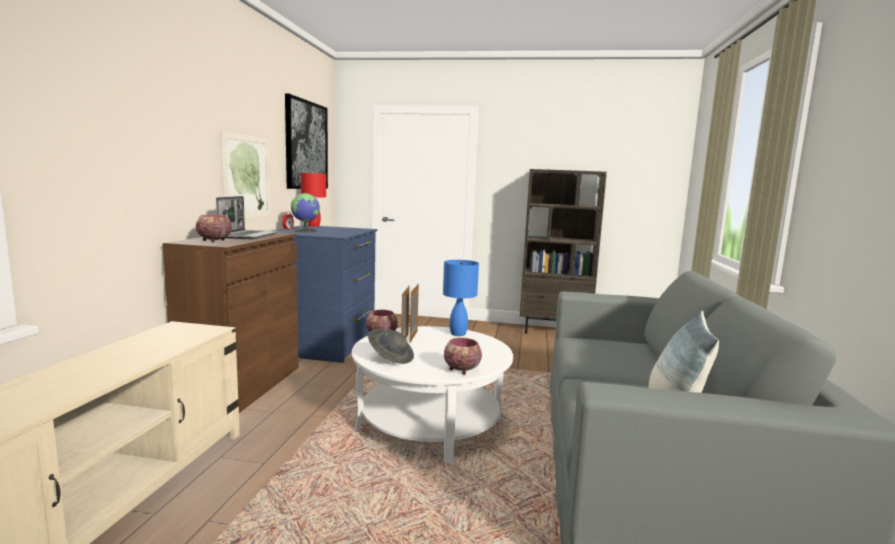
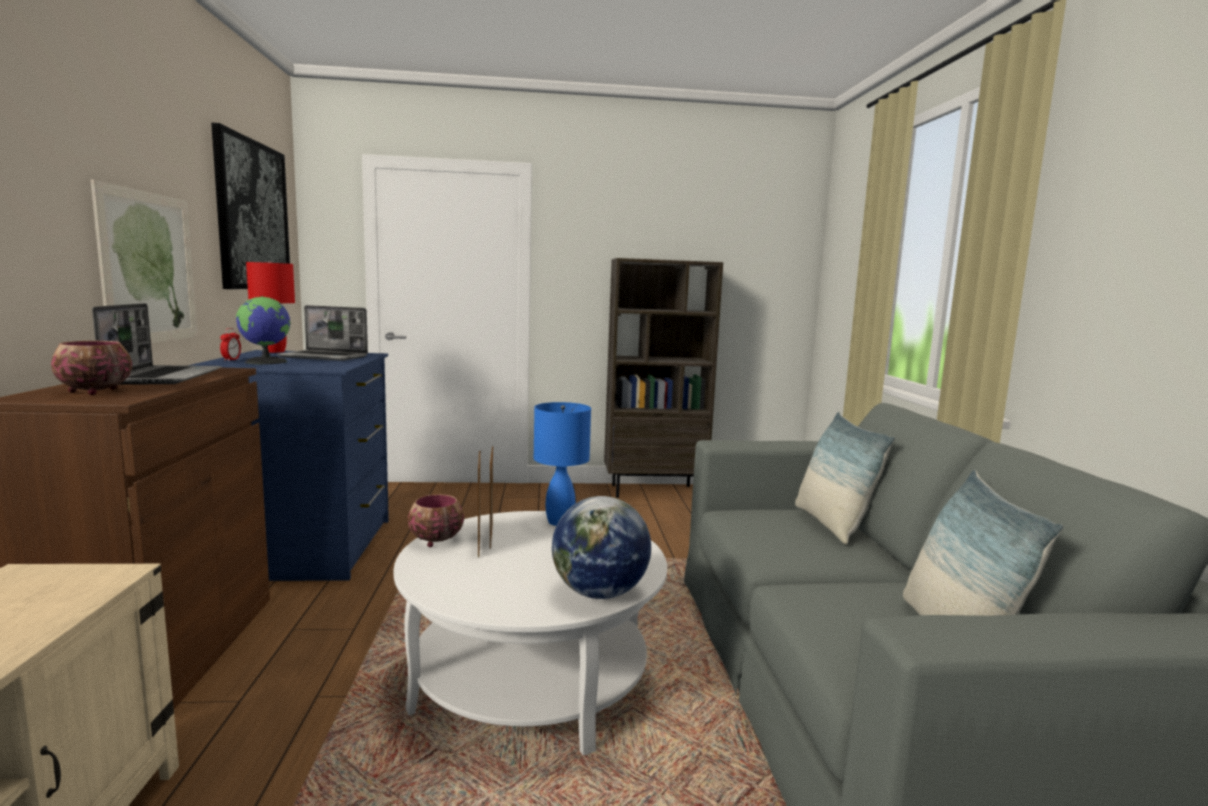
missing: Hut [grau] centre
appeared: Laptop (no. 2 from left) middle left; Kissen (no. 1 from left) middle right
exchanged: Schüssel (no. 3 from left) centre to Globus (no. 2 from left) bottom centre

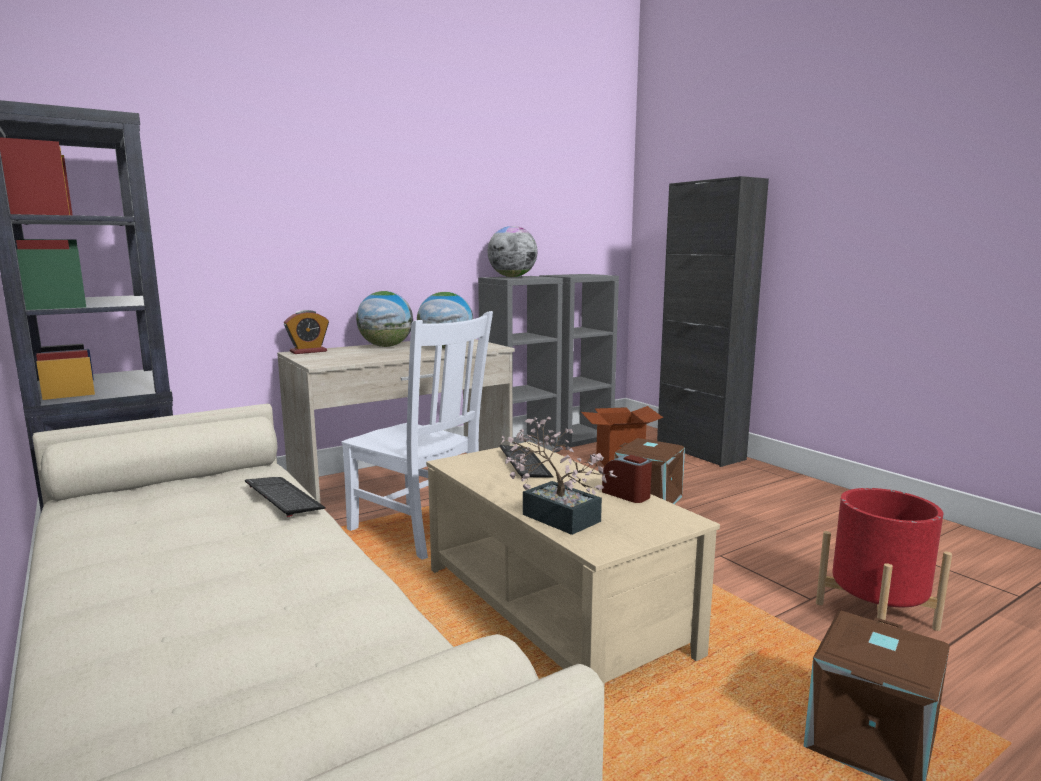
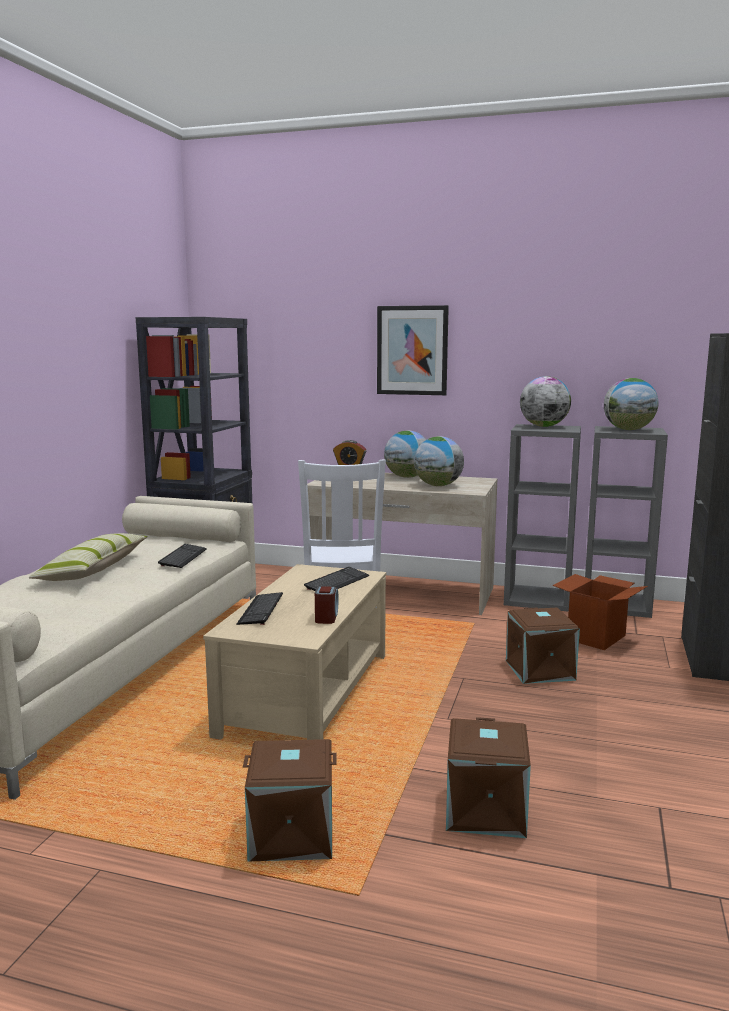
appeared: Bild centre; Globus (no. 4 from left) middle right; Kissen middle left
exchanged: Topfpflanze centre to Tastatur (no. 2 from left) centre; Pflanzkübel [rot] bottom right to Aufbewahrungsbox [braun] (no. 2 from left) bottom right

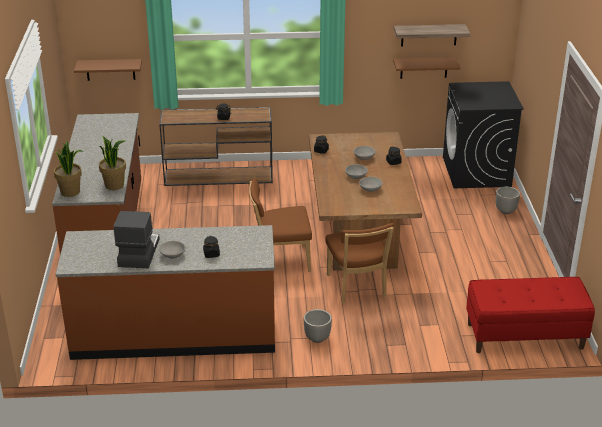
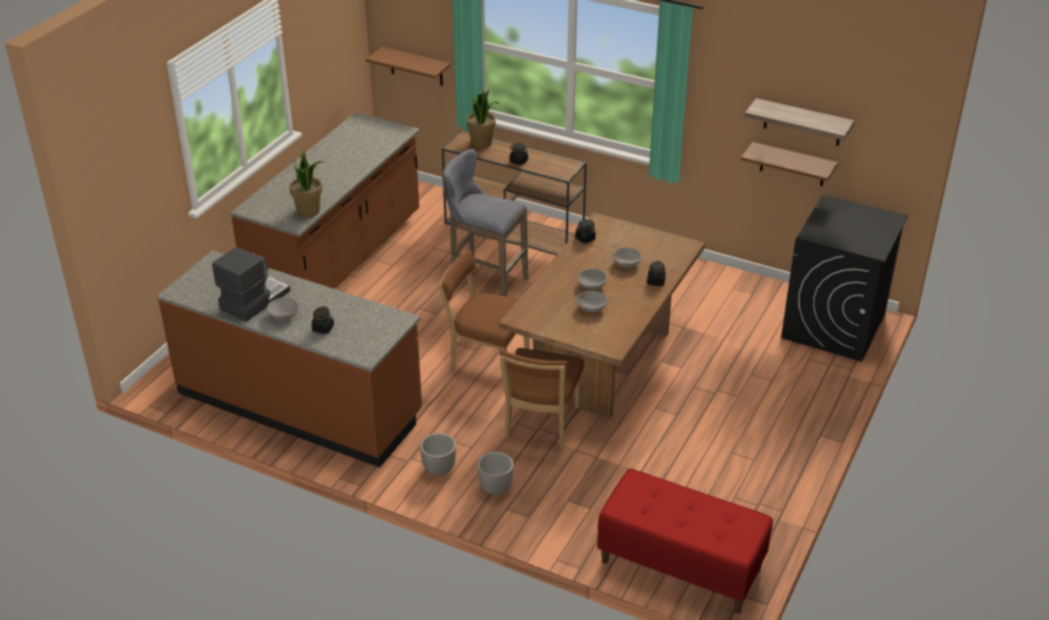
appeared: Hocker [grau] centre
relocated: Topfpflanze (no. 1 from left in the first image) middle left to Topfpflanze (no. 2 from left) top centre; Pflanzkübel (no. 2 from left) middle right to bottom centre

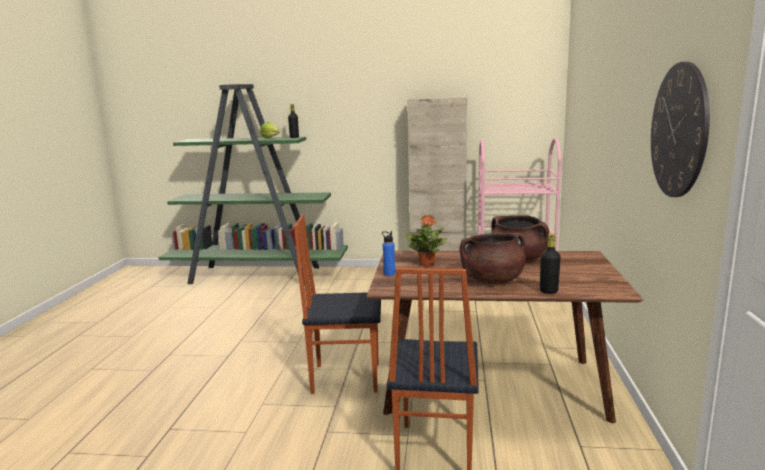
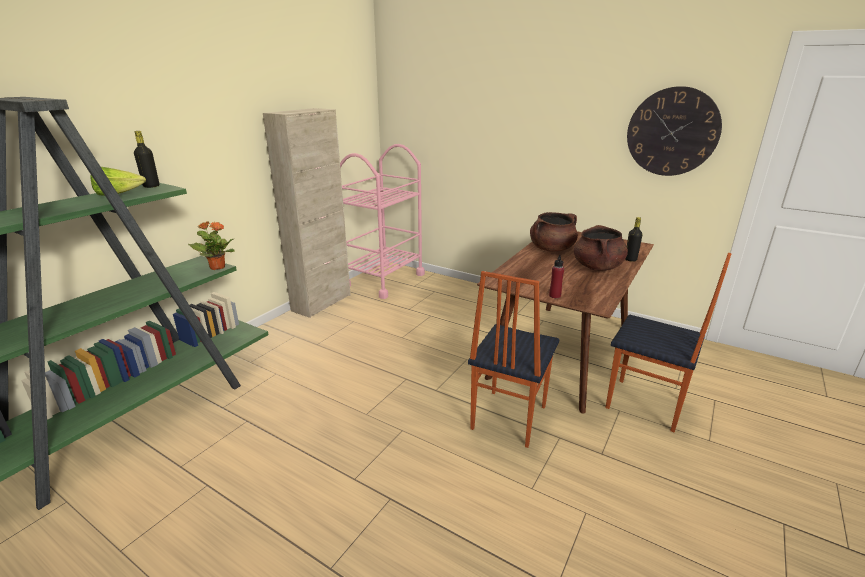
relocated: Topfpflanze centre to middle left
colour: Flasche [blau] centre to Flasche [rot] centre

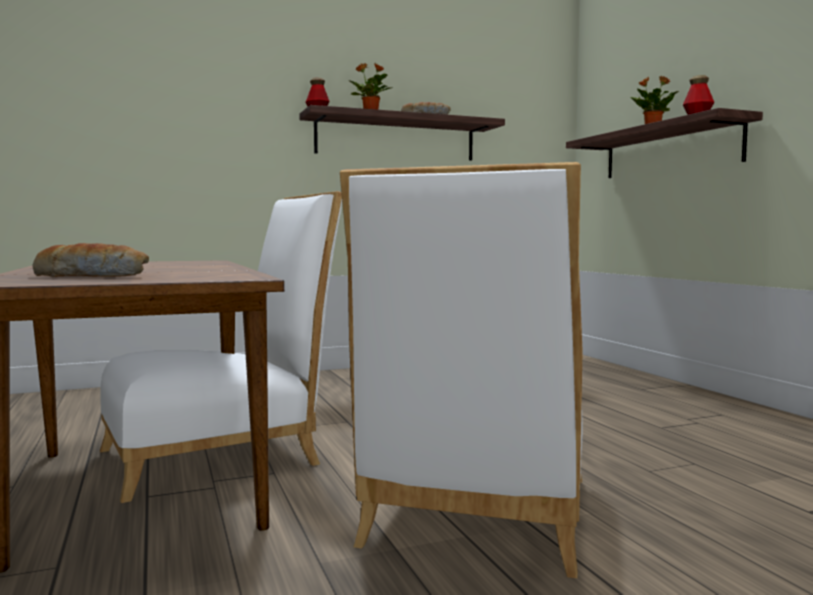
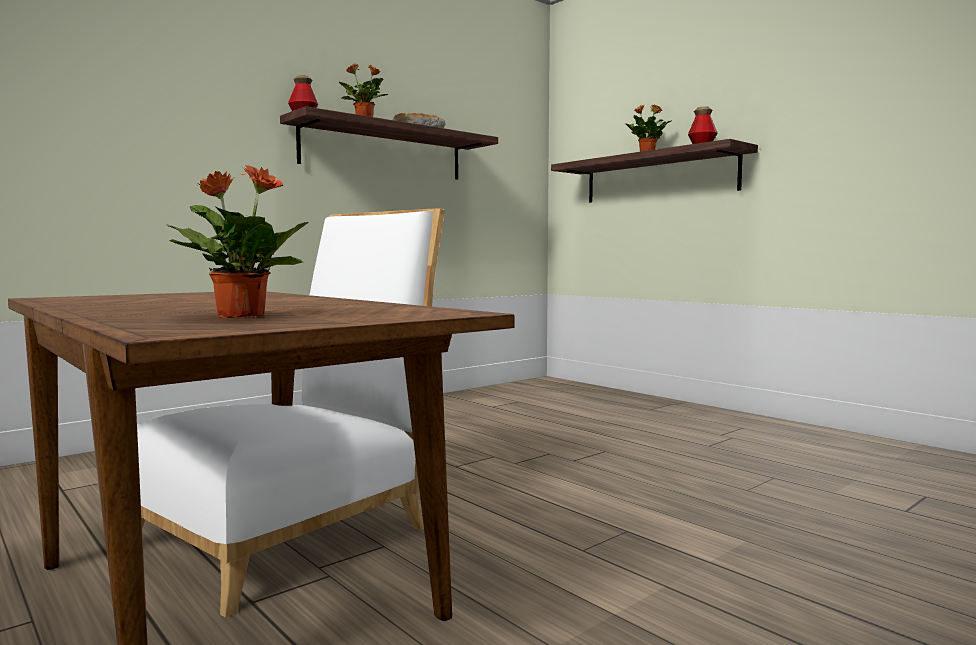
missing: Stuhl [weiß] (no. 2 from left) centre
exchanged: Brot (no. 1 from left) middle left to Topfpflanze (no. 1 from left) middle left

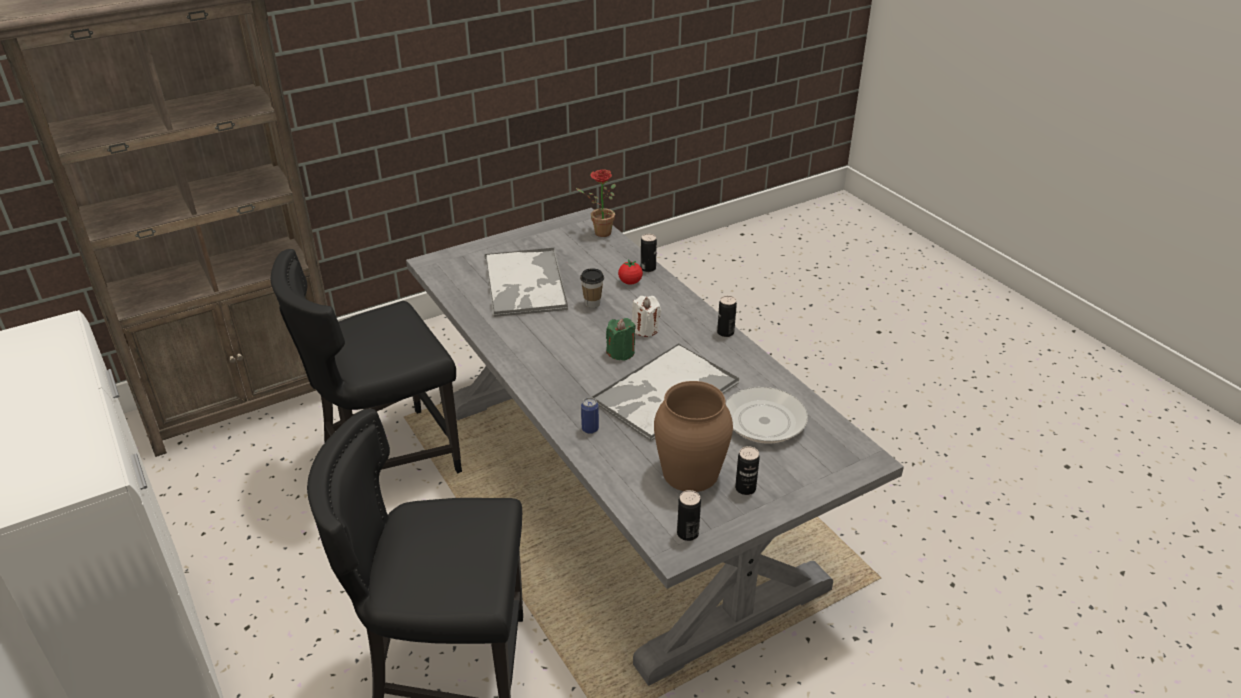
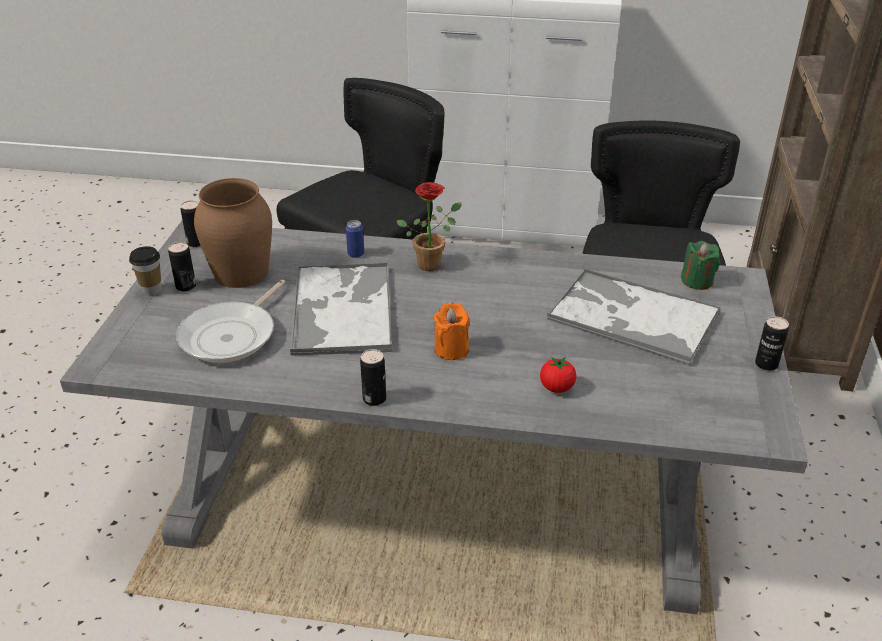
relocated: Topfpflanze top centre to centre; Dose (no. 2 from left in the first image) centre to Dose (no. 5 from left) middle right; Tasse centre to middle left; Kerze [grün] centre to middle right
colour: Kerze [weiß] centre to Kerze [orange] centre

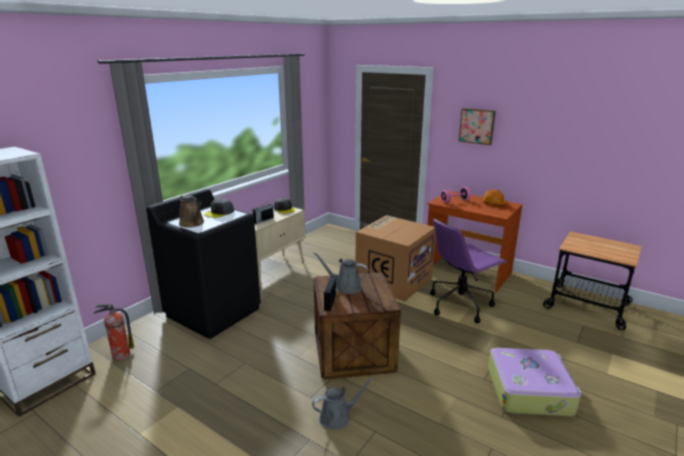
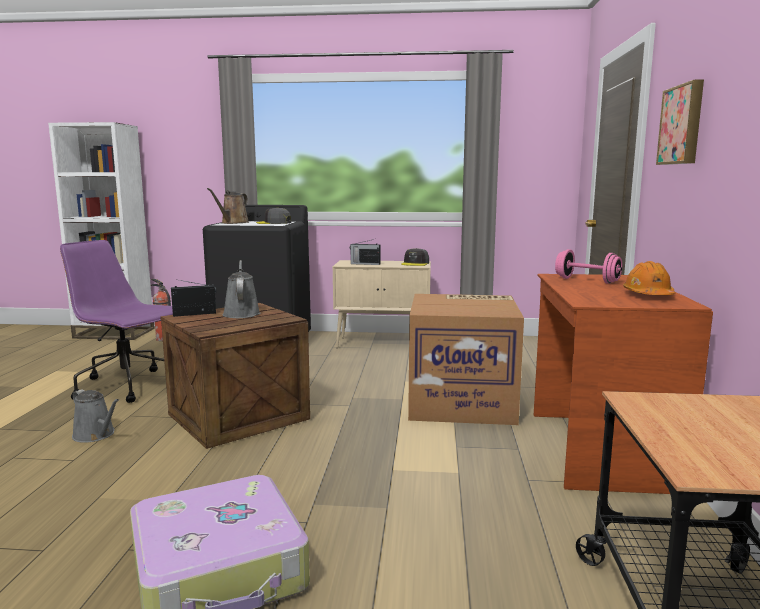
relocated: Bürostuhl [lila] middle right to middle left

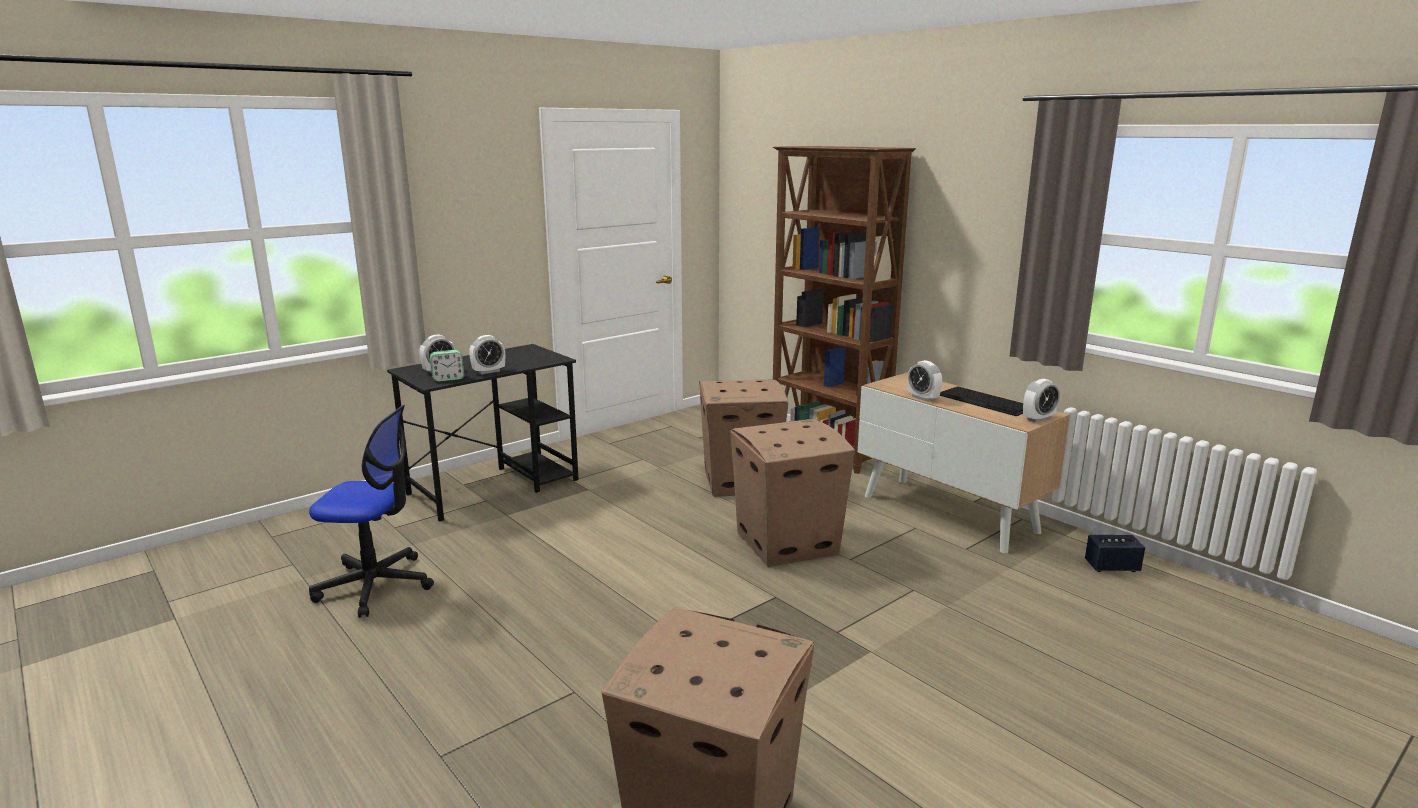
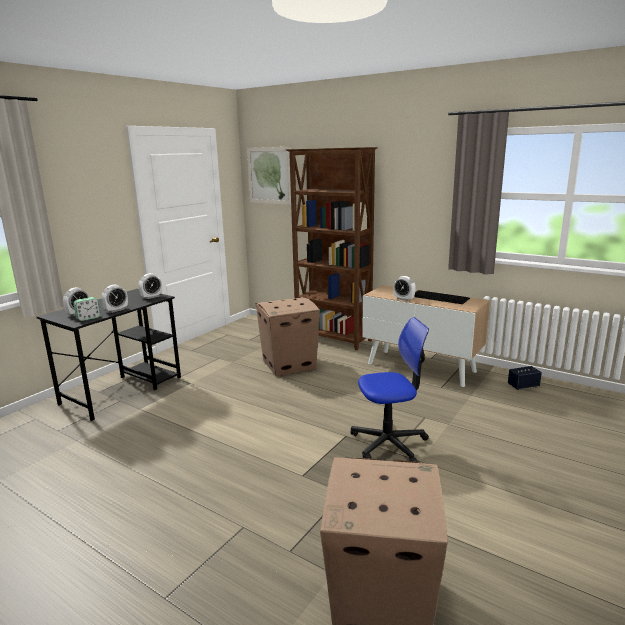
missing: Karton (no. 3 from left) centre
appeared: Bild top centre
relocated: Wecker (no. 5 from left in the first image) middle right to Wecker (no. 4 from left) middle left; Bürostuhl middle left to centre

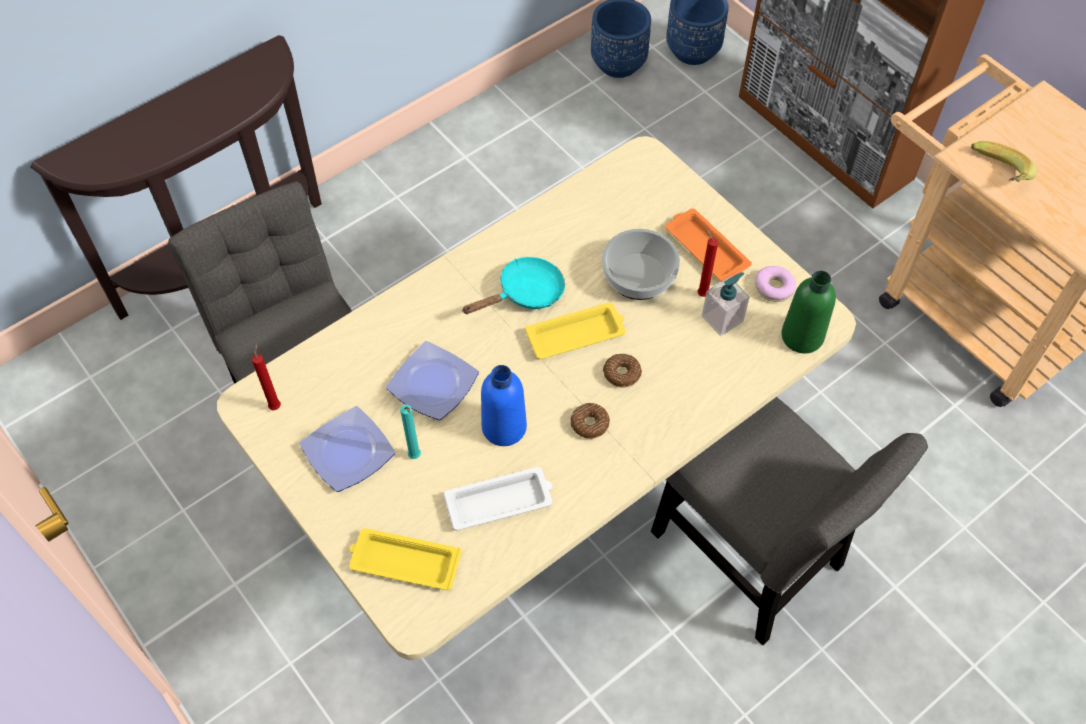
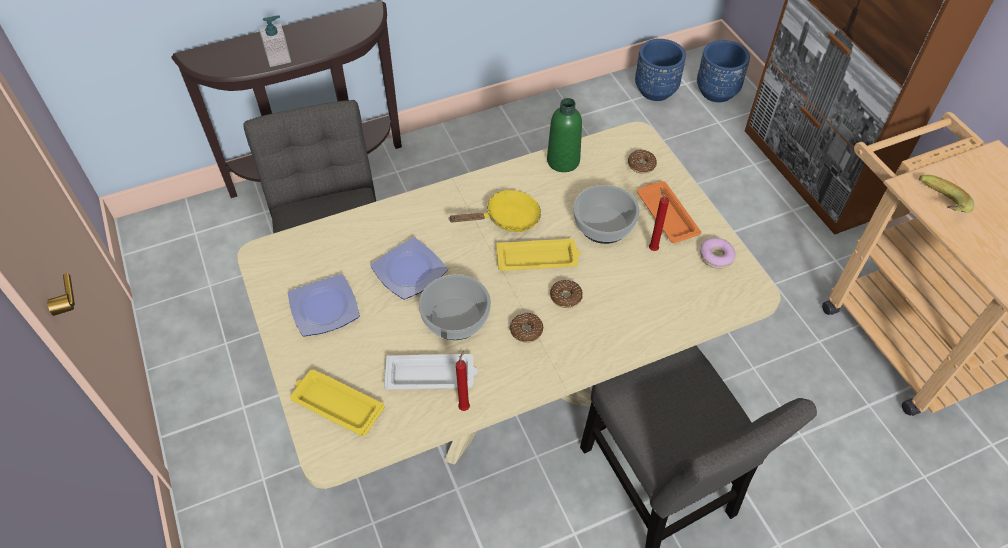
missing: Kerze [türkis] centre
appeared: Donut (no. 3 from left) top centre
relocated: Flasche [grün] middle right to top centre; Seifenspender middle right to top left; Kerze [rot] (no. 1 from left) middle left to bottom centre
exchanged: Flasche [blau] centre to Schüssel (no. 1 from left) centre
colour: Pfanne [türkis] centre to Pfanne [gelb] centre

